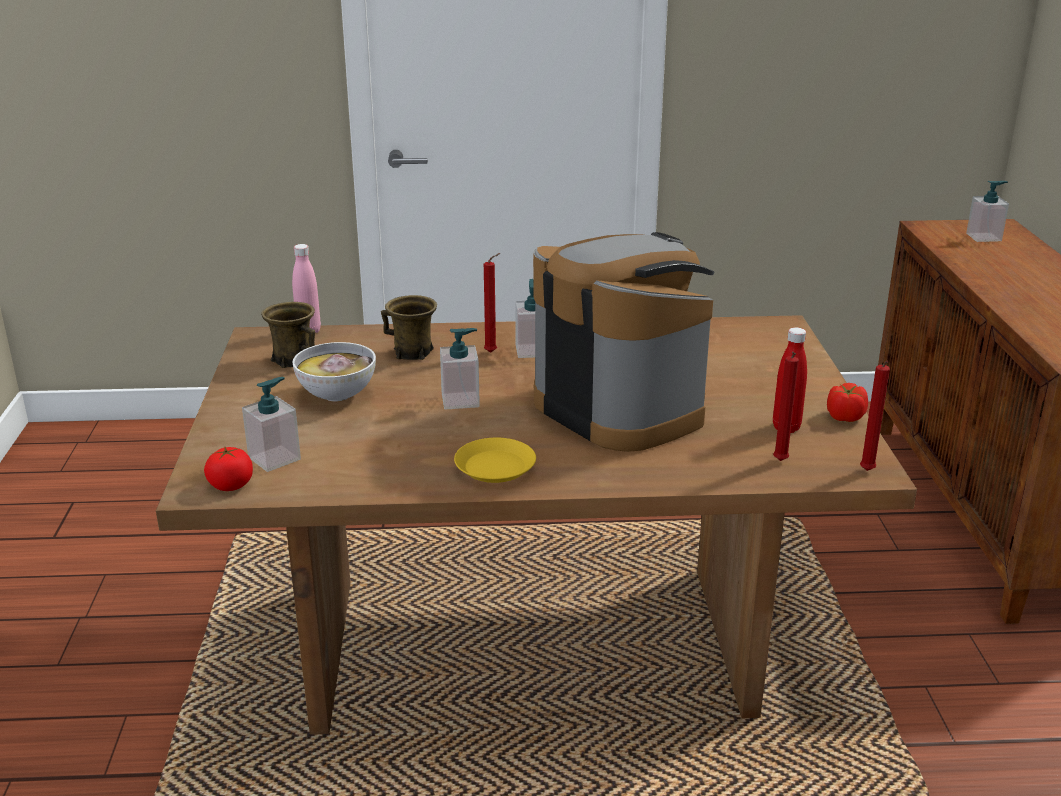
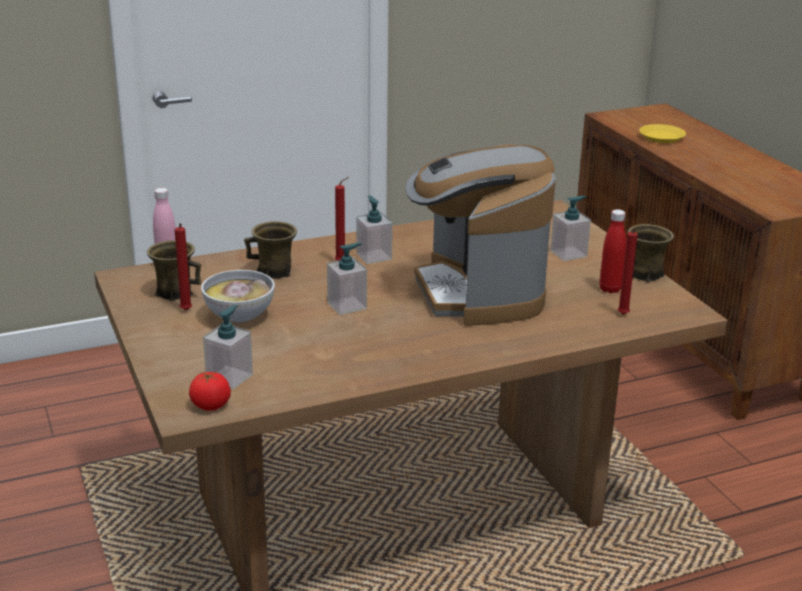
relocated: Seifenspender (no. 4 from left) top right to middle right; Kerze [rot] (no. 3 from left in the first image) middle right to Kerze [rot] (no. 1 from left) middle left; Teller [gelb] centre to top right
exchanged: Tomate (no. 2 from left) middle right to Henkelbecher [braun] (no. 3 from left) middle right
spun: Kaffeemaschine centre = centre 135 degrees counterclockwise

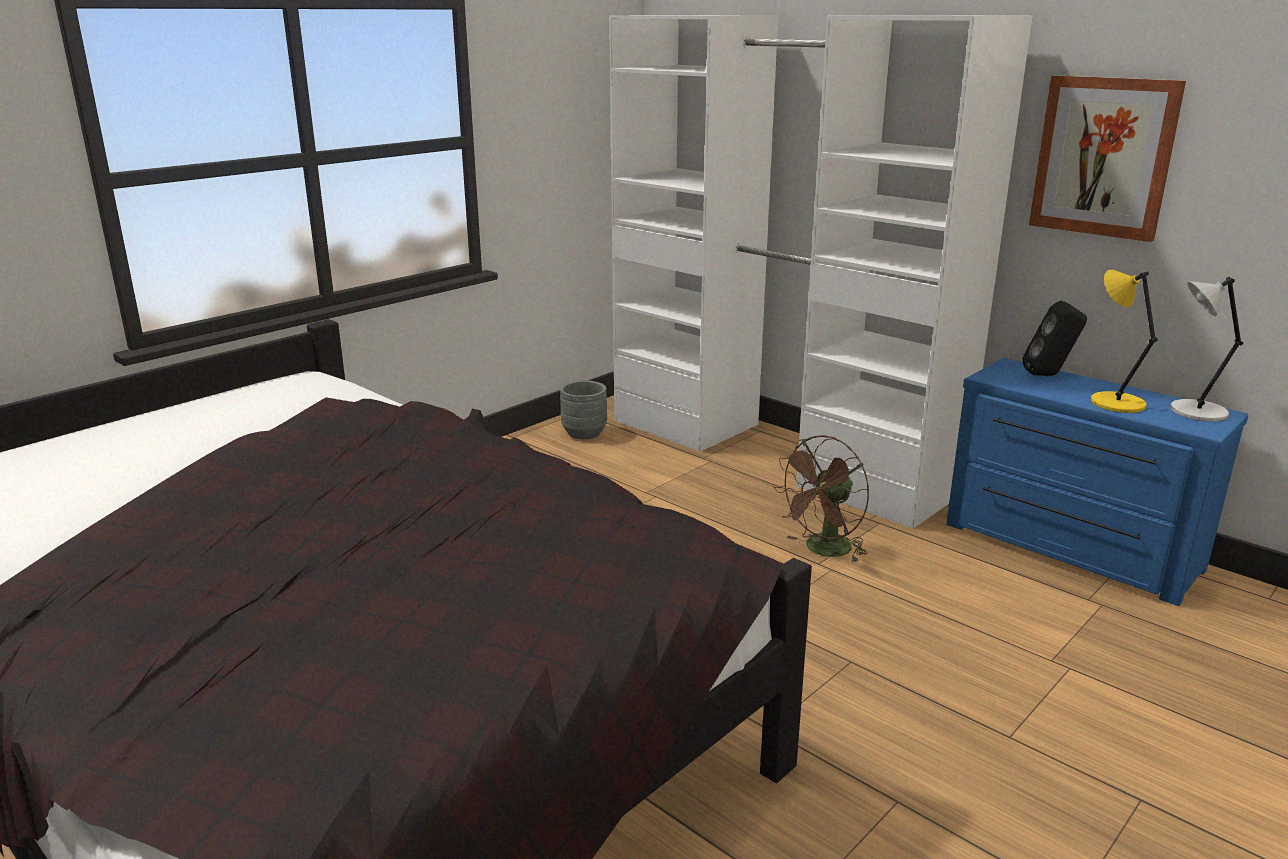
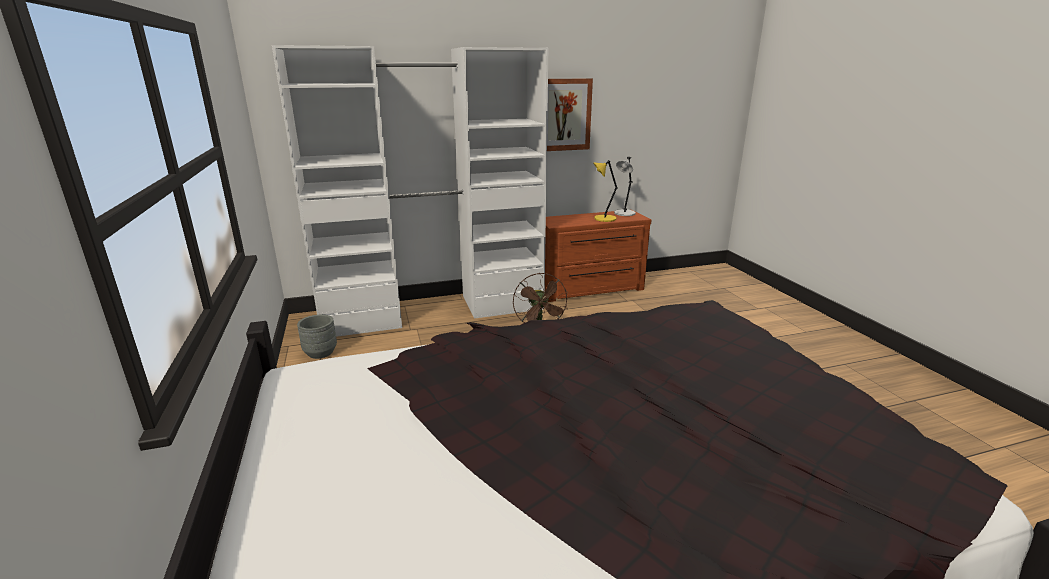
missing: Lautsprecher [schwarz] middle right
colour: Kommode [blau] middle right to Kommode [braun] centre

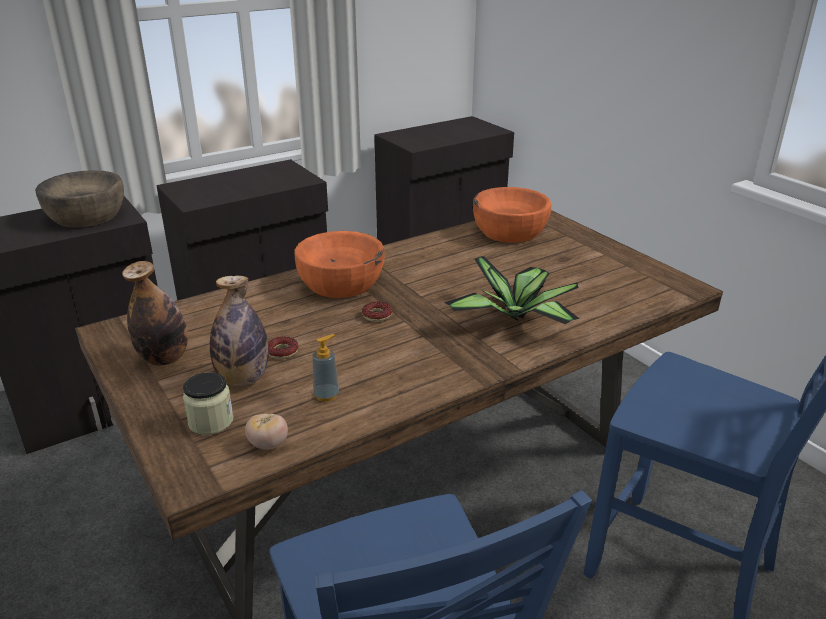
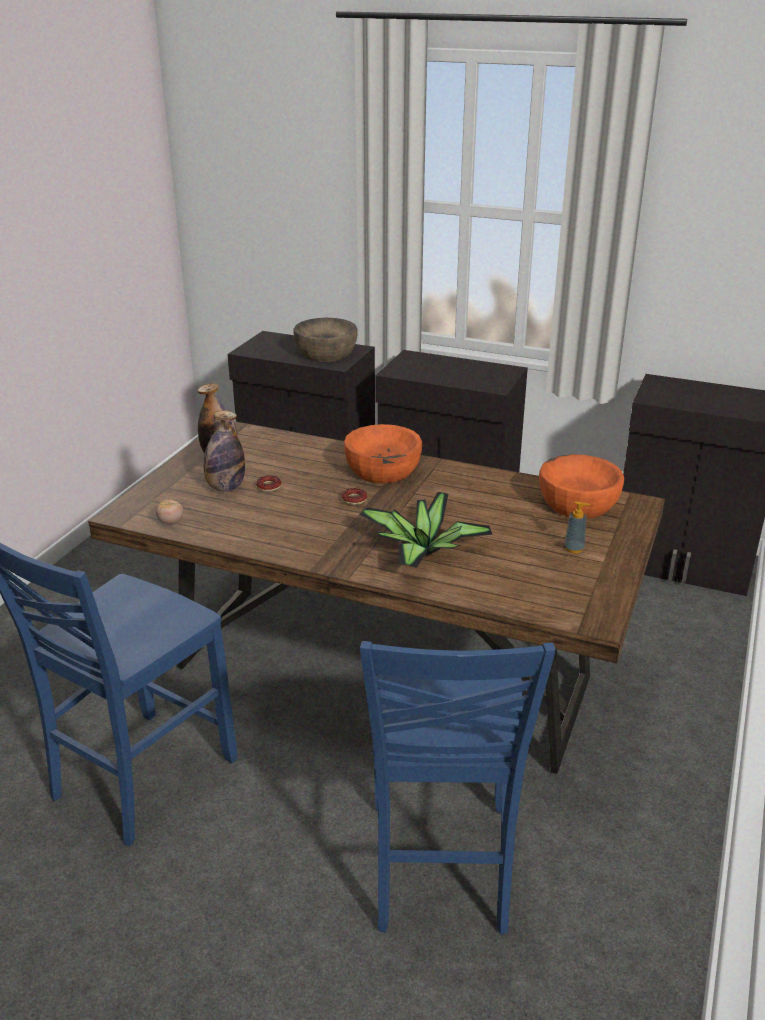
missing: Vorratsglas middle left
relocated: Seifenspender centre to middle right

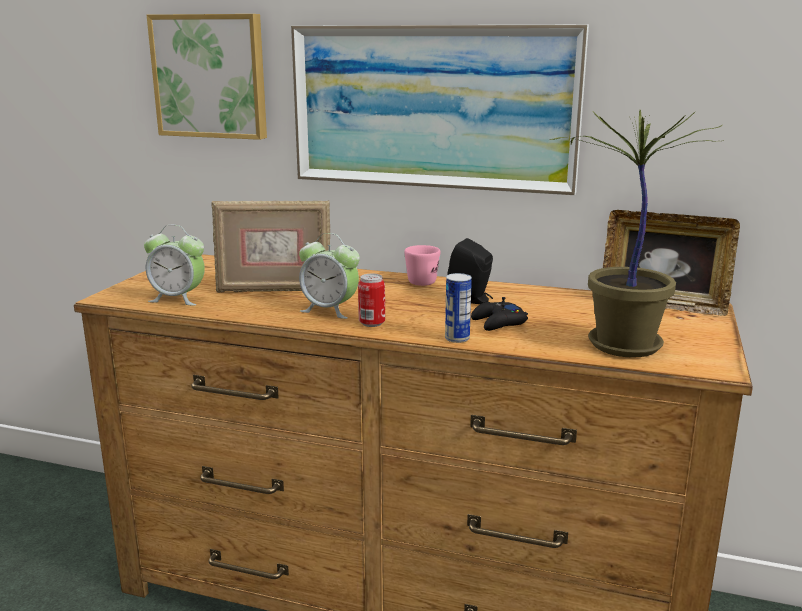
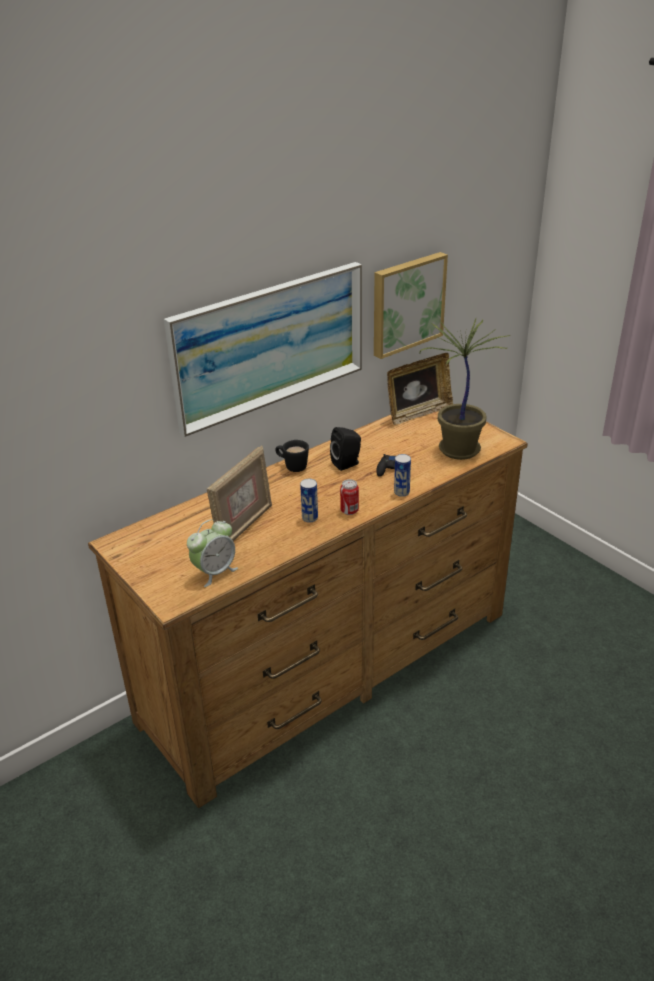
relocated: Bild (no. 1 from left in the first image) top left to Bild (no. 2 from left) top centre
exchanged: Wecker (no. 2 from left) centre to Dose (no. 1 from left) centre
colour: Henkelbecher [rosa] centre to Henkelbecher [schwarz] centre

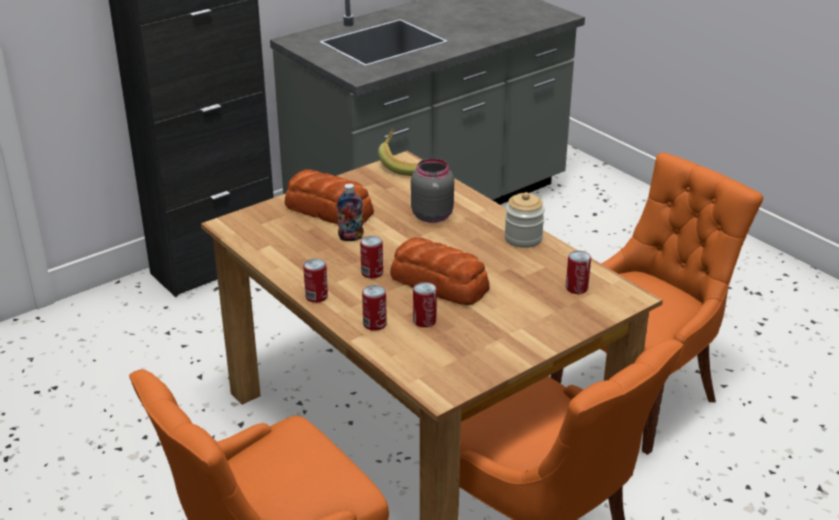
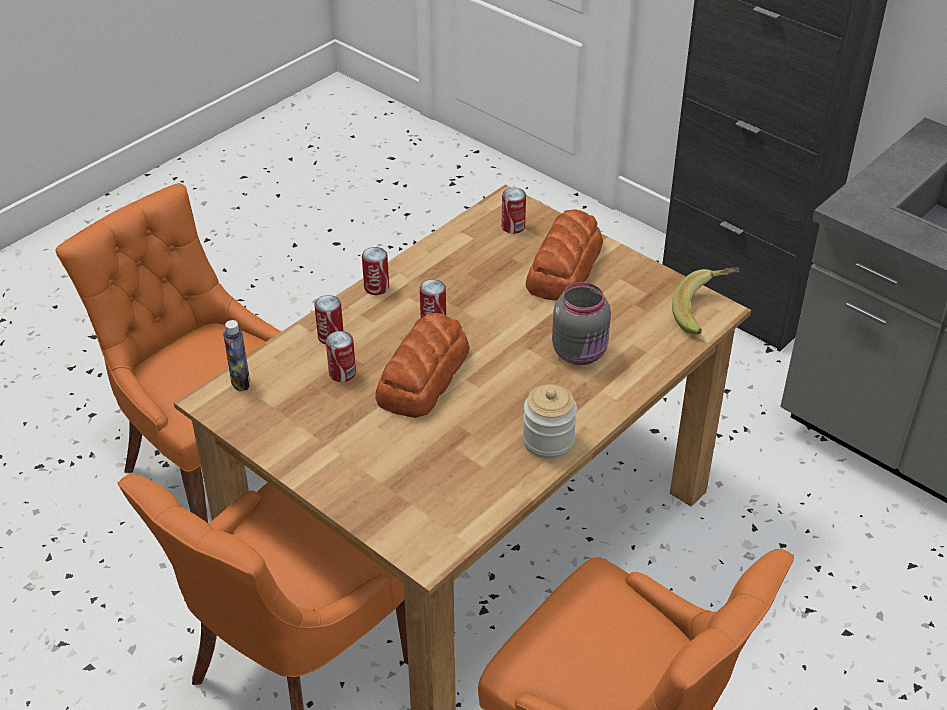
relocated: Flasche centre to middle left; Dose (no. 5 from left) middle right to top centre

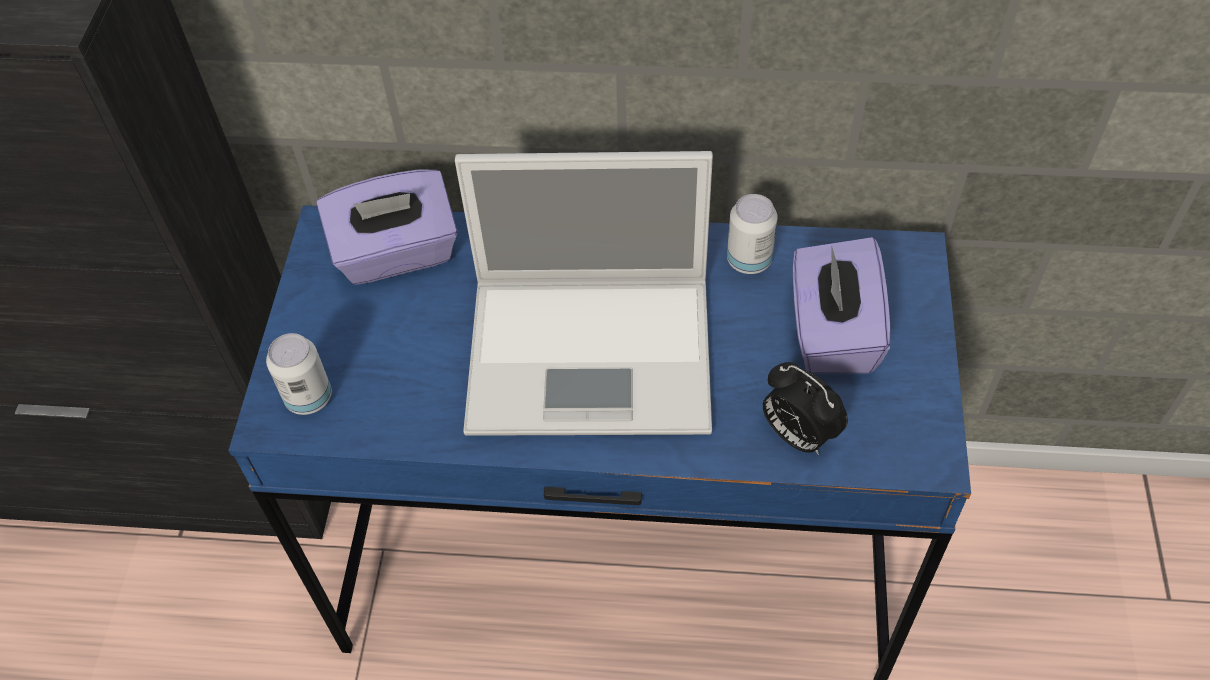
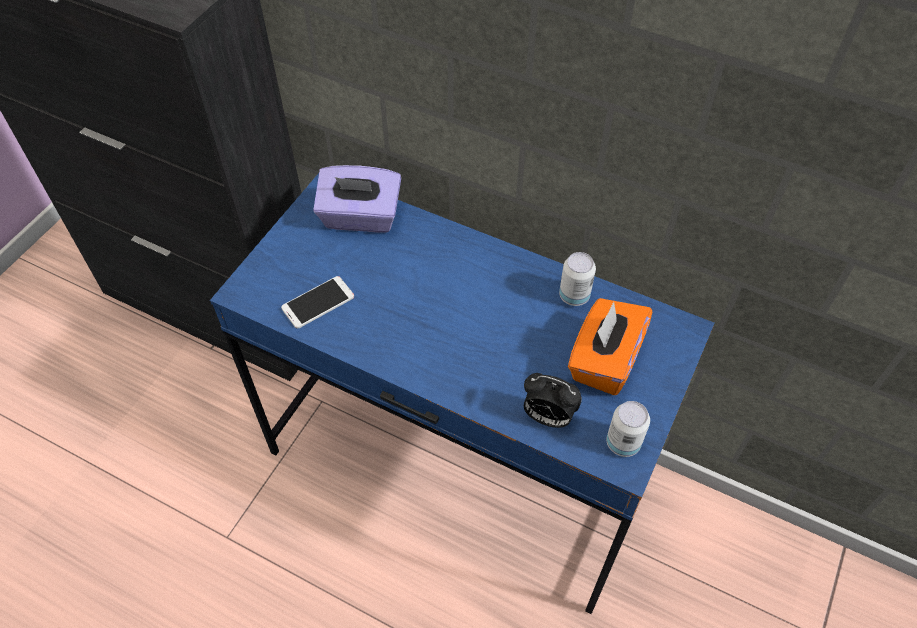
missing: Laptop centre
appeared: Handy centre
relocated: Dose (no. 1 from left in the first image) middle left to Dose (no. 2 from left) bottom right
colour: Taschentuchbox [lila] (no. 2 from left) middle right to Taschentuchbox [orange] centre
spun: Wecker centre = centre 45 degrees counterclockwise

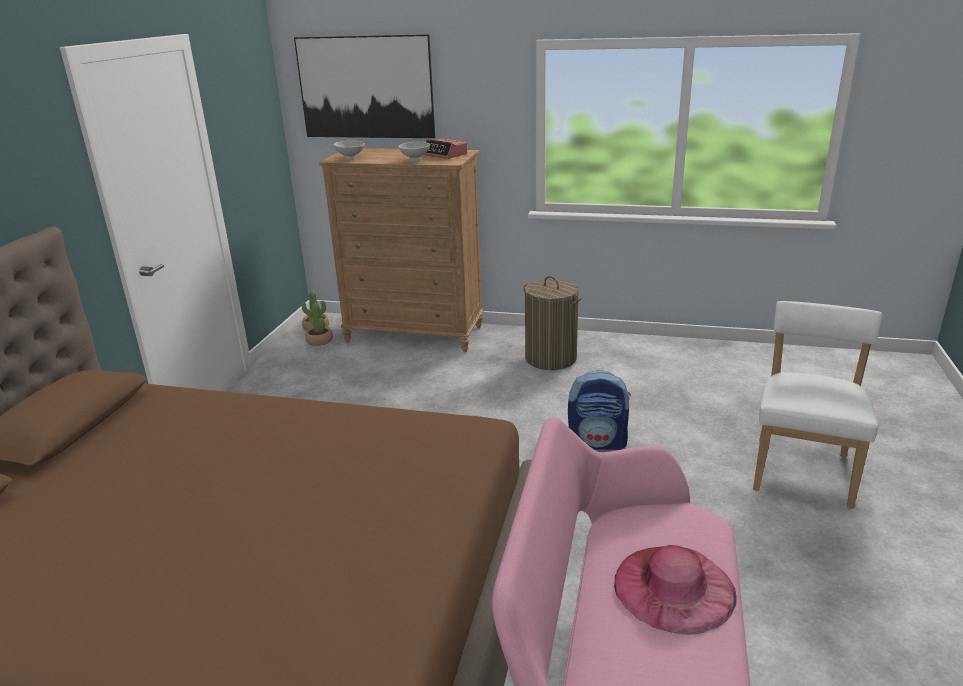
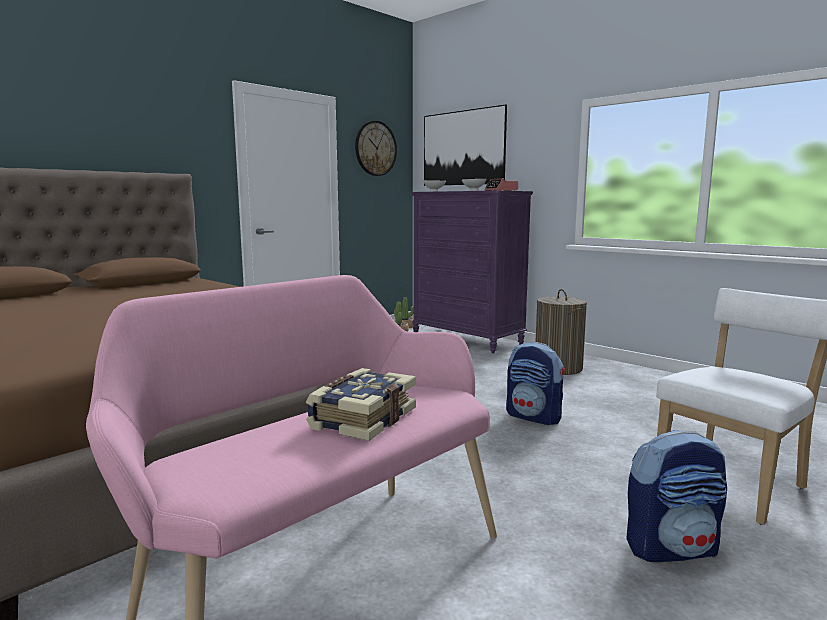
appeared: Wanduhr top centre; Rucksack (no. 2 from left) bottom right
exchanged: Hut [rosa] bottom right to Buch centre
colour: Kommode [braun] centre to Kommode [lila] centre

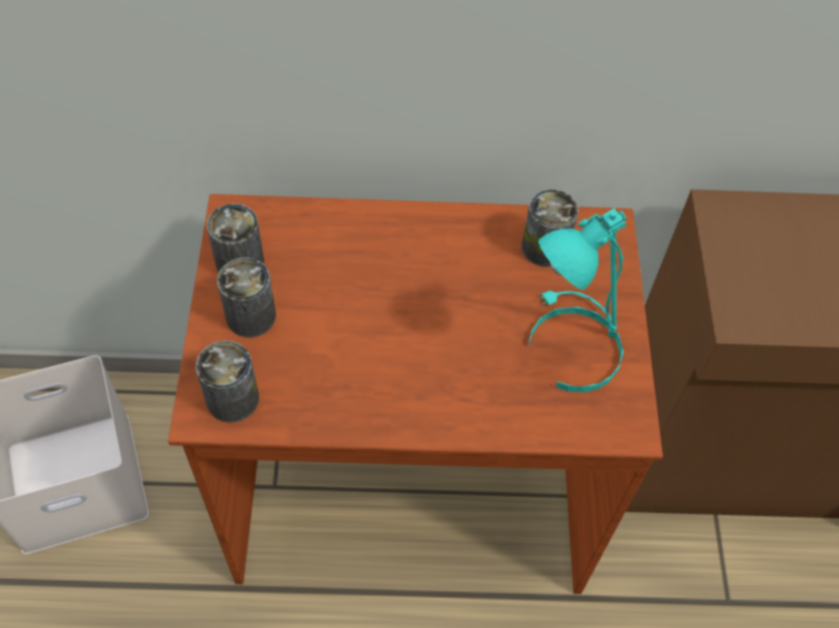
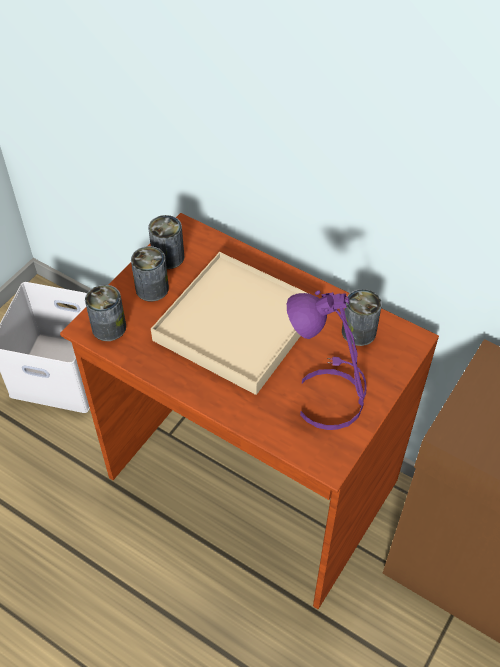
appeared: Tablett [beige] centre
colour: Tischlampe [türkis] middle right to Tischlampe [lila] centre

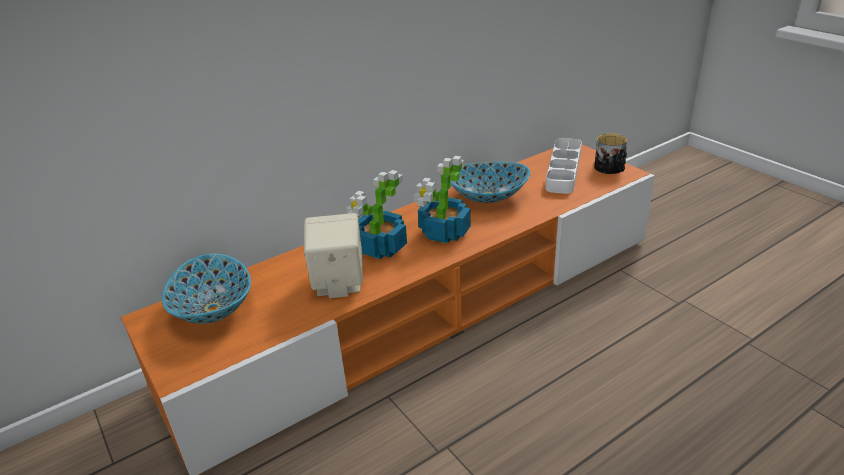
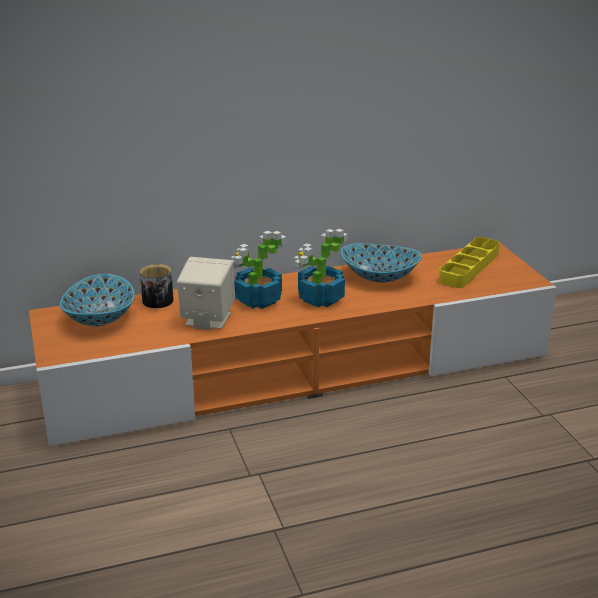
relocated: Henkelbecher top right to middle left
colour: Tablett [weiß] middle right to Tablett [gelb] middle right

